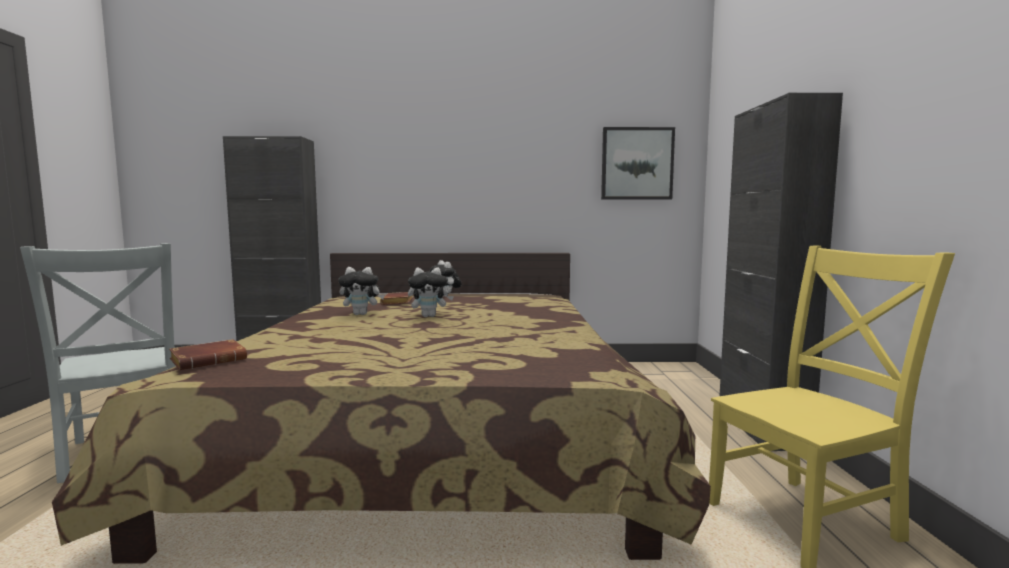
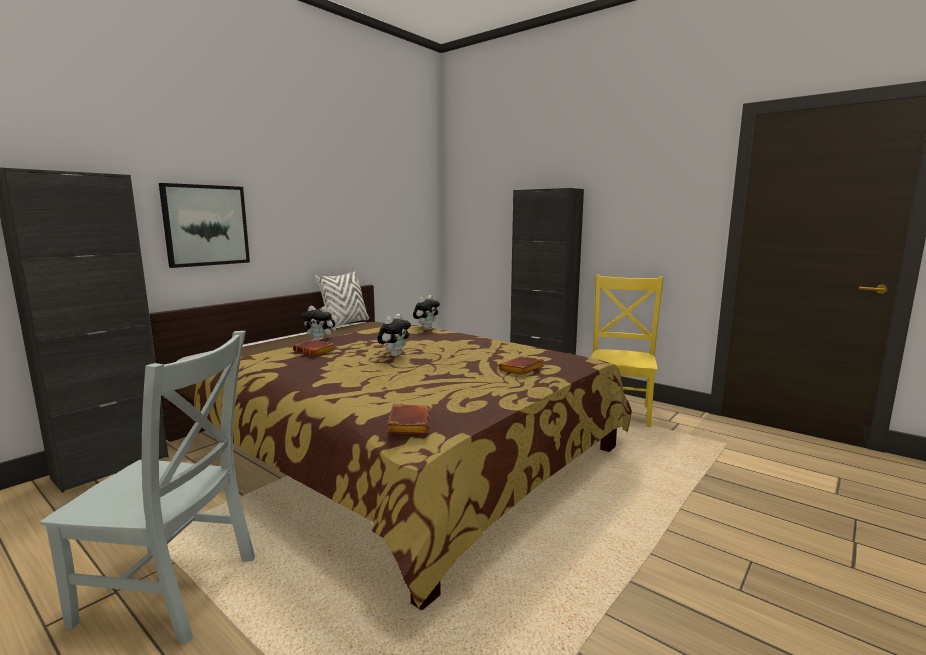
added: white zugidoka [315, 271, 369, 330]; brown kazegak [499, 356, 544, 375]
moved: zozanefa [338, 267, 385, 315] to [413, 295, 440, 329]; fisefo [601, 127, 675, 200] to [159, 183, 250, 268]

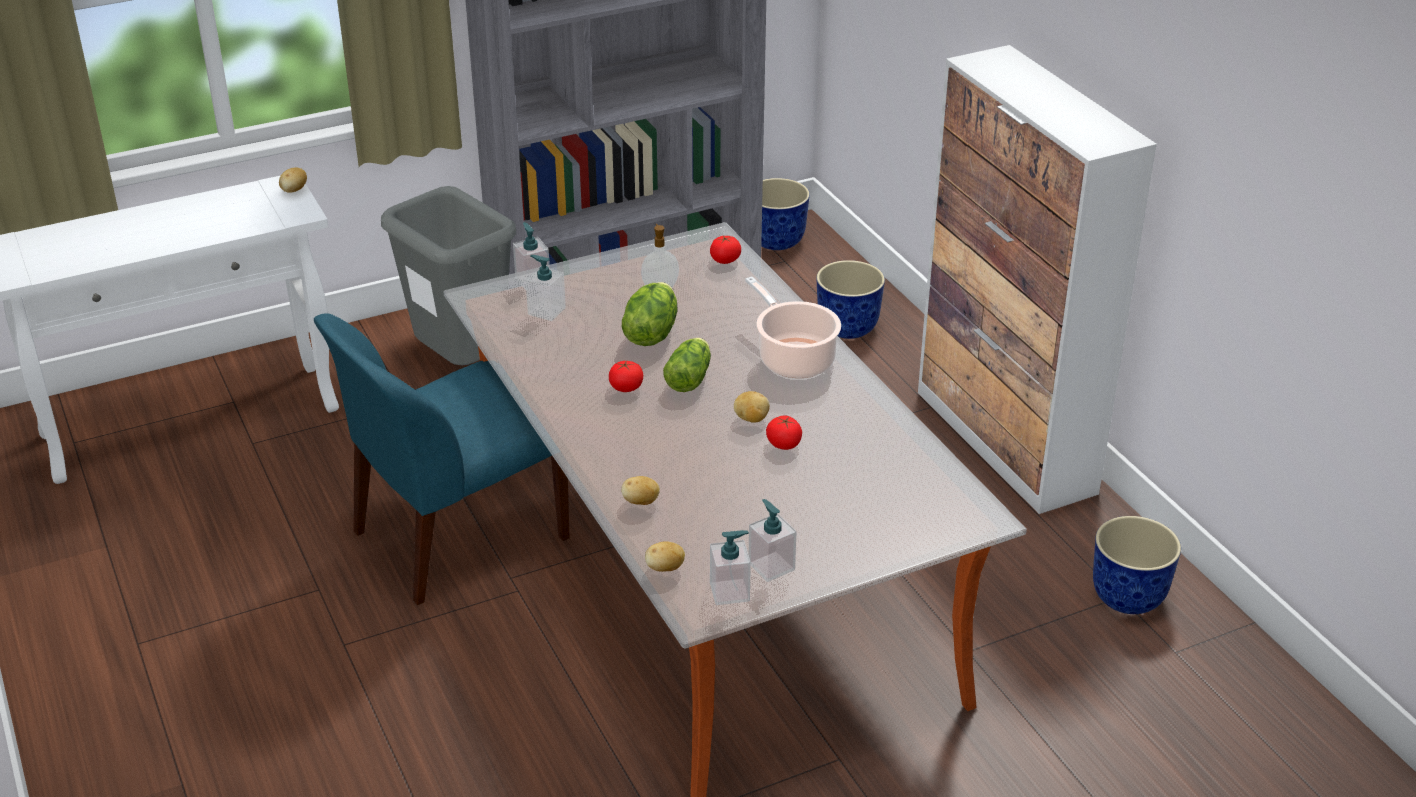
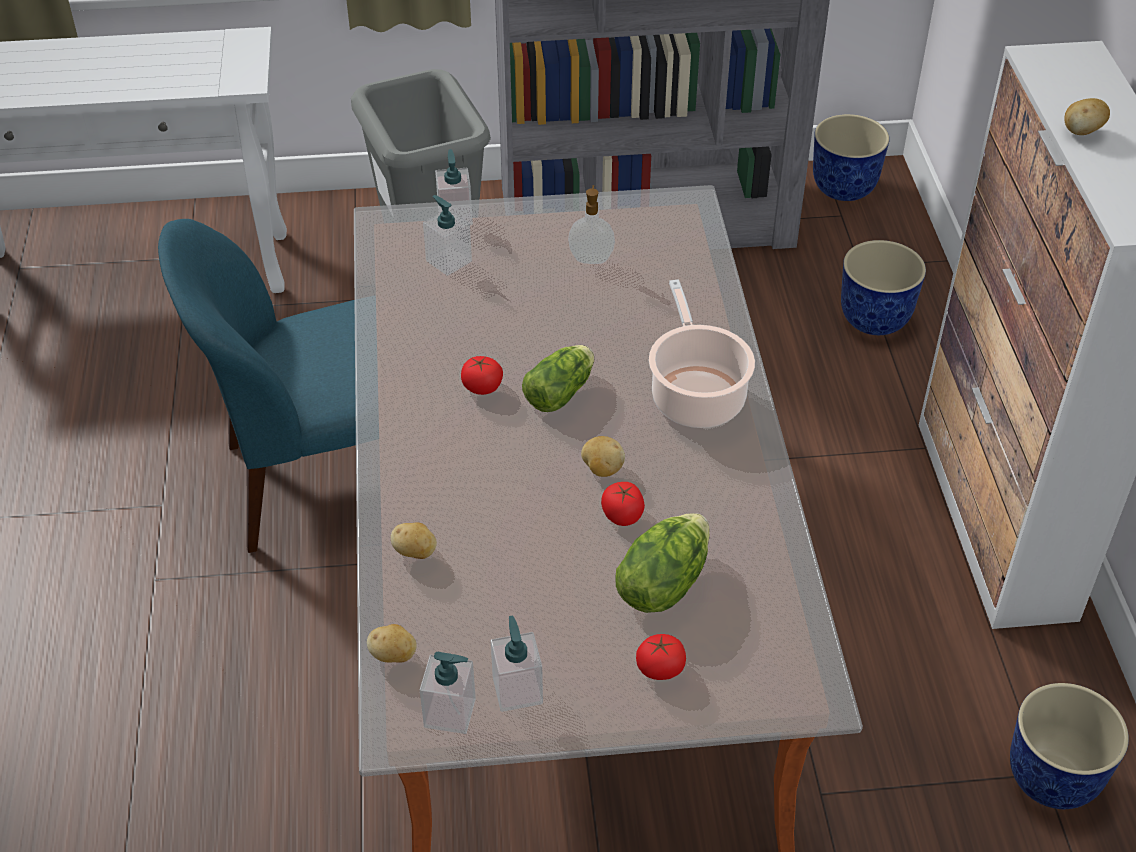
moved: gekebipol [279, 167, 307, 193] to [1064, 98, 1110, 135]; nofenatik [622, 282, 677, 346] to [616, 513, 710, 613]; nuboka [710, 236, 741, 264] to [636, 634, 686, 680]

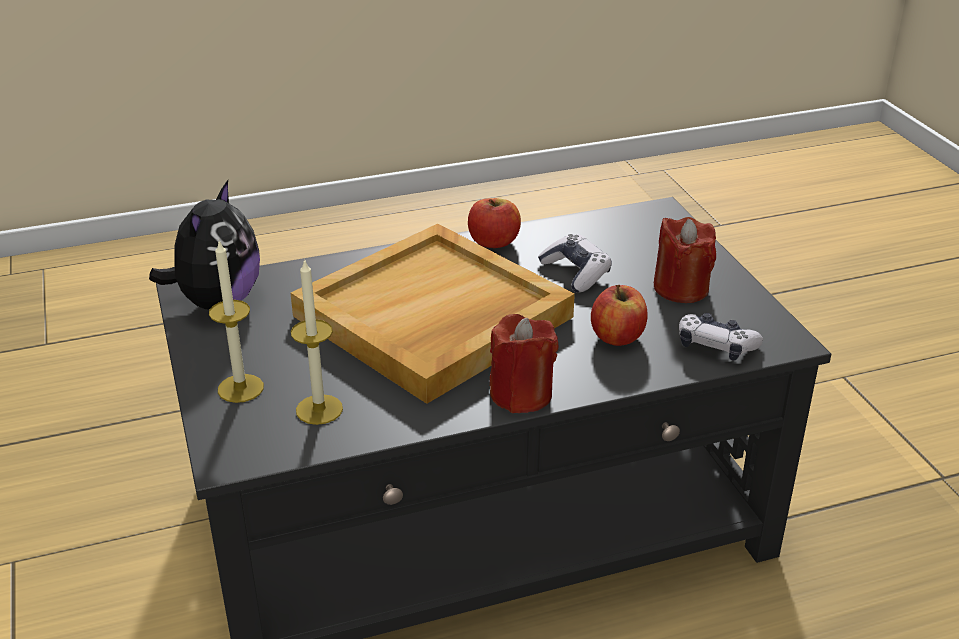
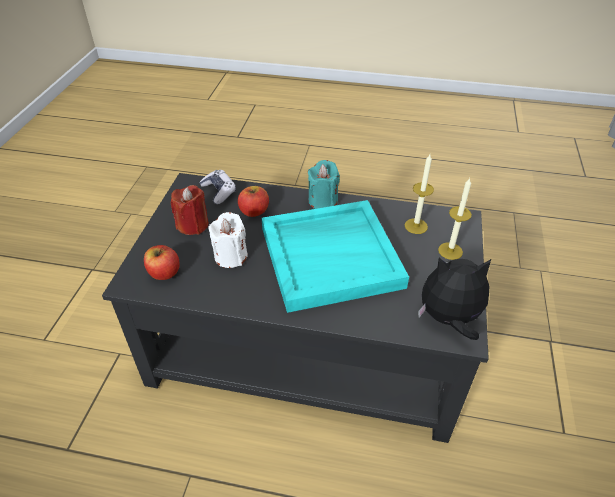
moved: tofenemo [468, 198, 521, 248] to [144, 245, 179, 280]
replaced: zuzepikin [538, 234, 612, 293] to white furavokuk [208, 212, 248, 268]
recoloured: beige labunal [290, 224, 575, 404] to turquoise labunal [262, 200, 409, 313]; red furavokuk [490, 314, 558, 413] to turquoise furavokuk [308, 160, 340, 209]
turned: zozanefa [149, 180, 260, 309] = [418, 258, 491, 340] 45 degrees clockwise

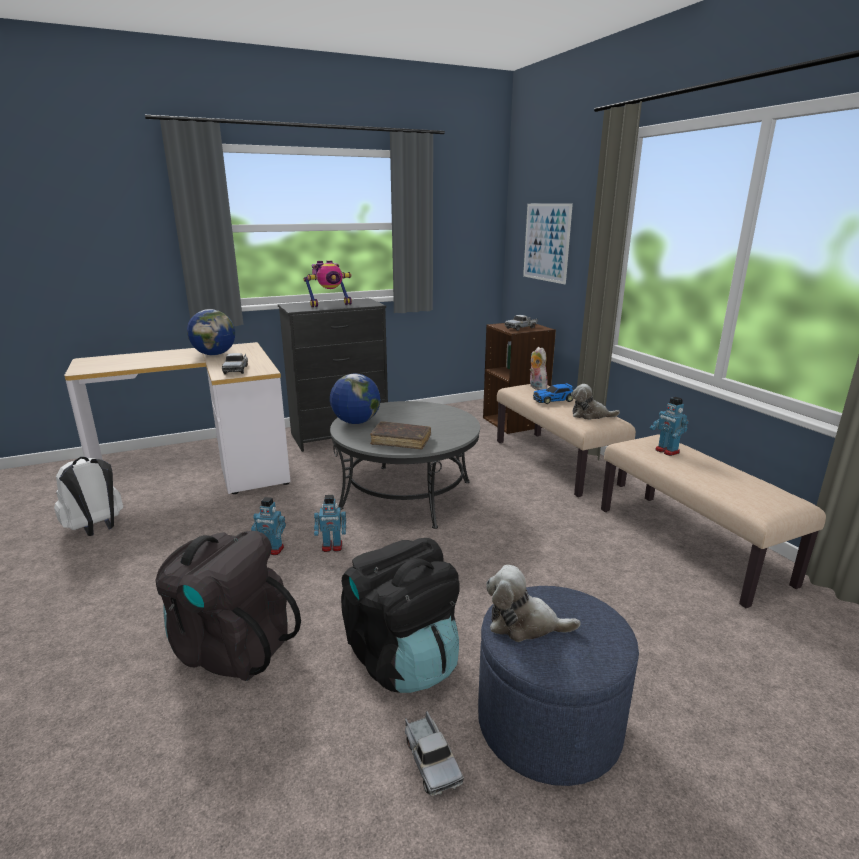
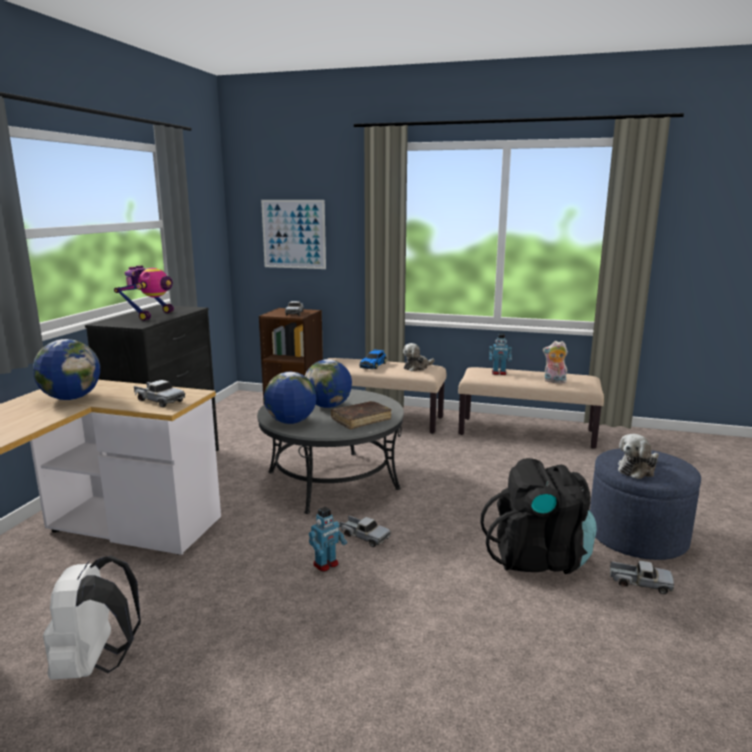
removed: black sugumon [156, 531, 301, 681]
added: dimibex [305, 359, 352, 408]
moved: zozanefa [530, 347, 548, 390] to [543, 341, 568, 384]
replaced: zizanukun [314, 495, 346, 552] to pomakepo [340, 515, 391, 547]

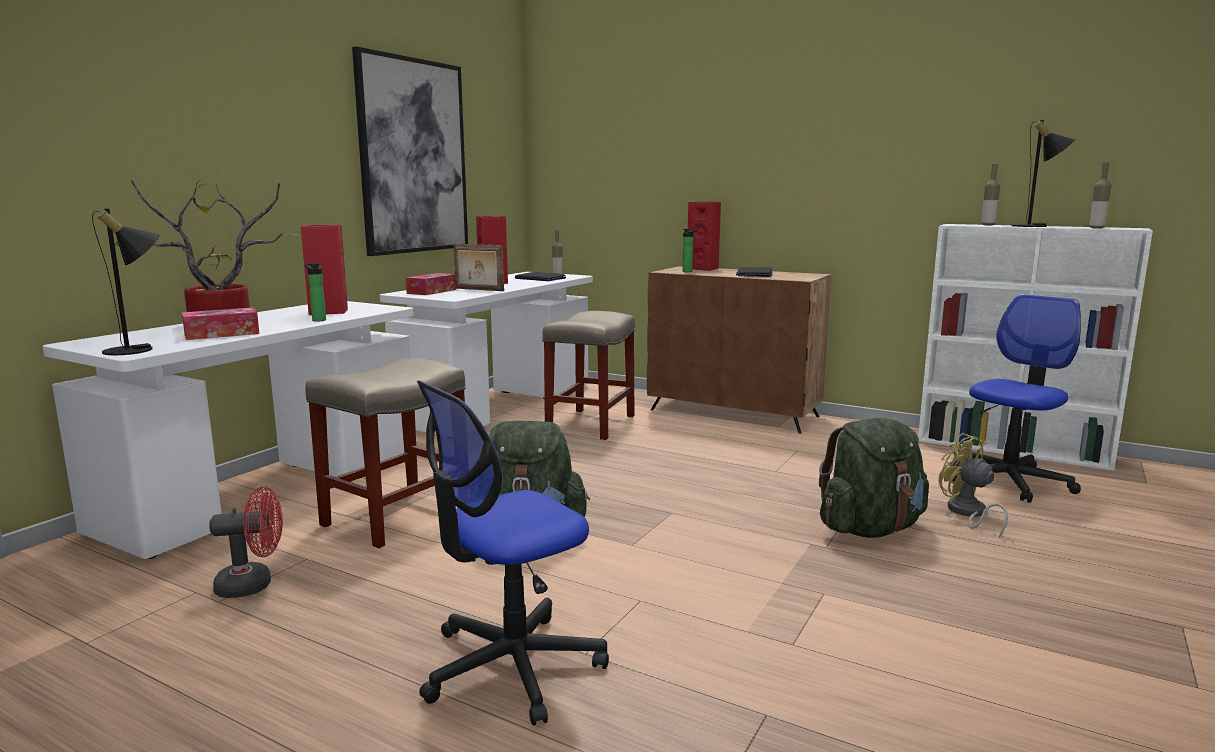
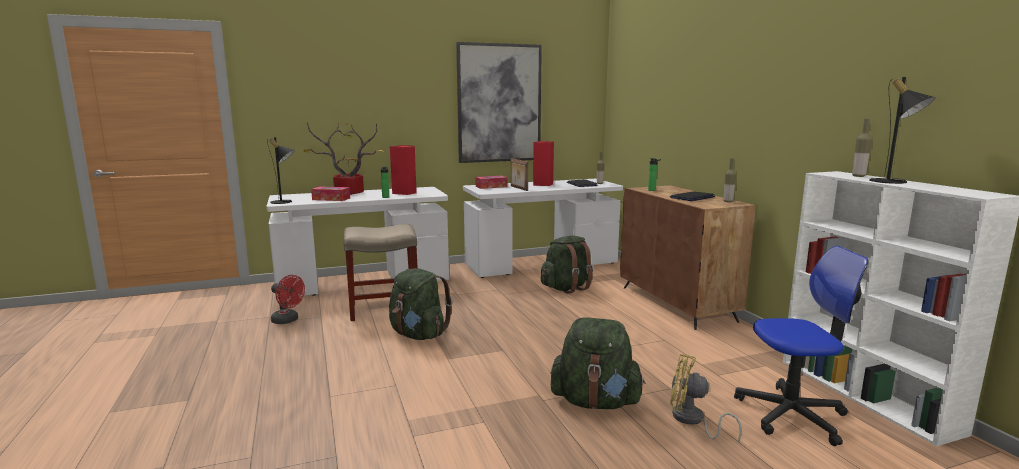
removed: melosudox [417, 381, 609, 726]; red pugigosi [688, 202, 721, 271]
moved: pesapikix [1089, 162, 1111, 229] to [723, 158, 736, 202]
replaced: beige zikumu [543, 311, 636, 440] to green sugumon [541, 236, 593, 294]
turned: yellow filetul [939, 433, 1008, 538] = [670, 354, 742, 442] 75 degrees counterclockwise

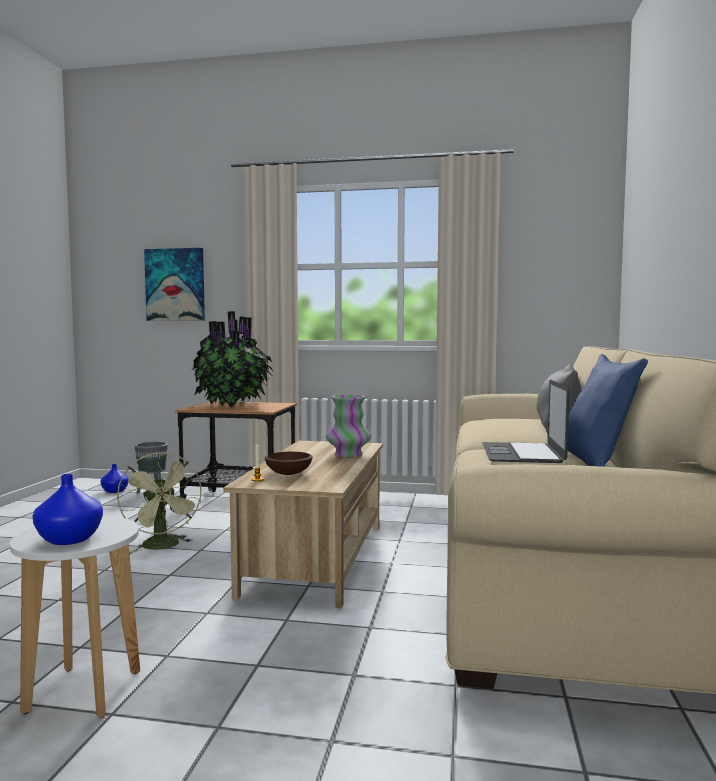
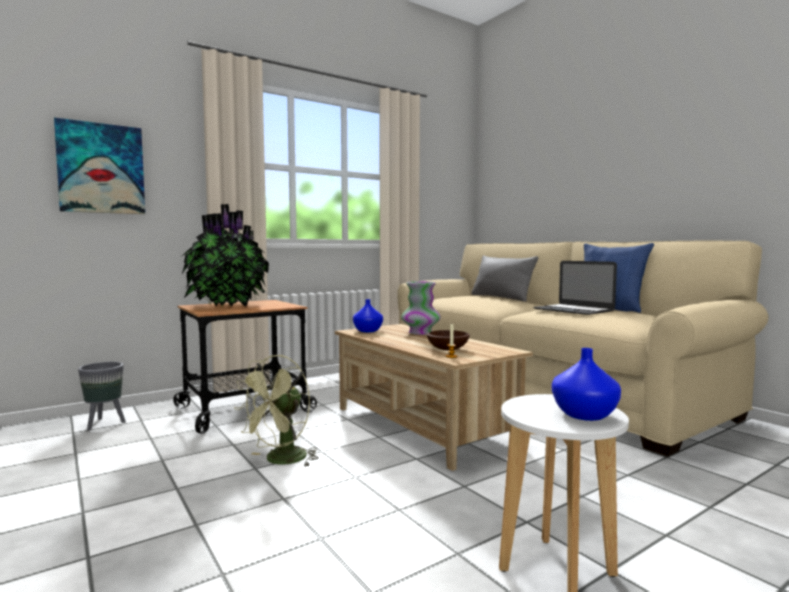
moved: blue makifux [101, 464, 129, 493] to [353, 299, 383, 332]
turned: green filetul [117, 452, 202, 553] = [234, 355, 319, 467] 105 degrees clockwise

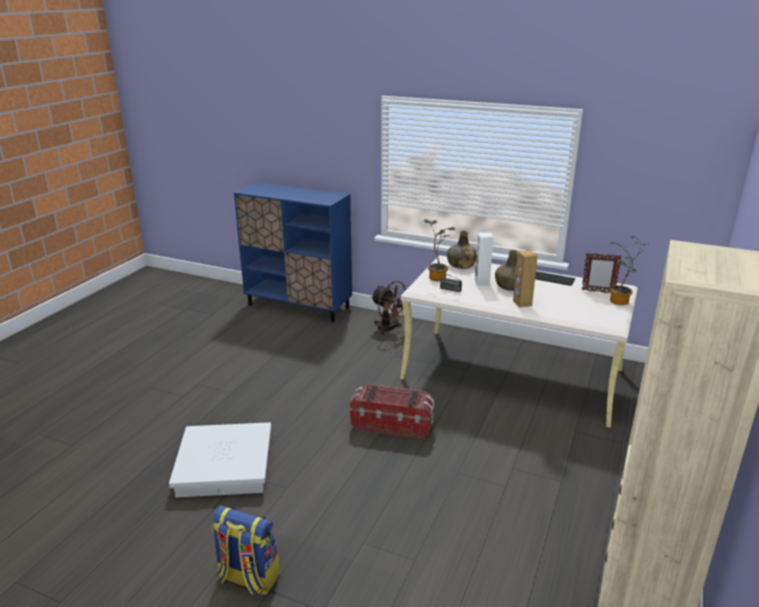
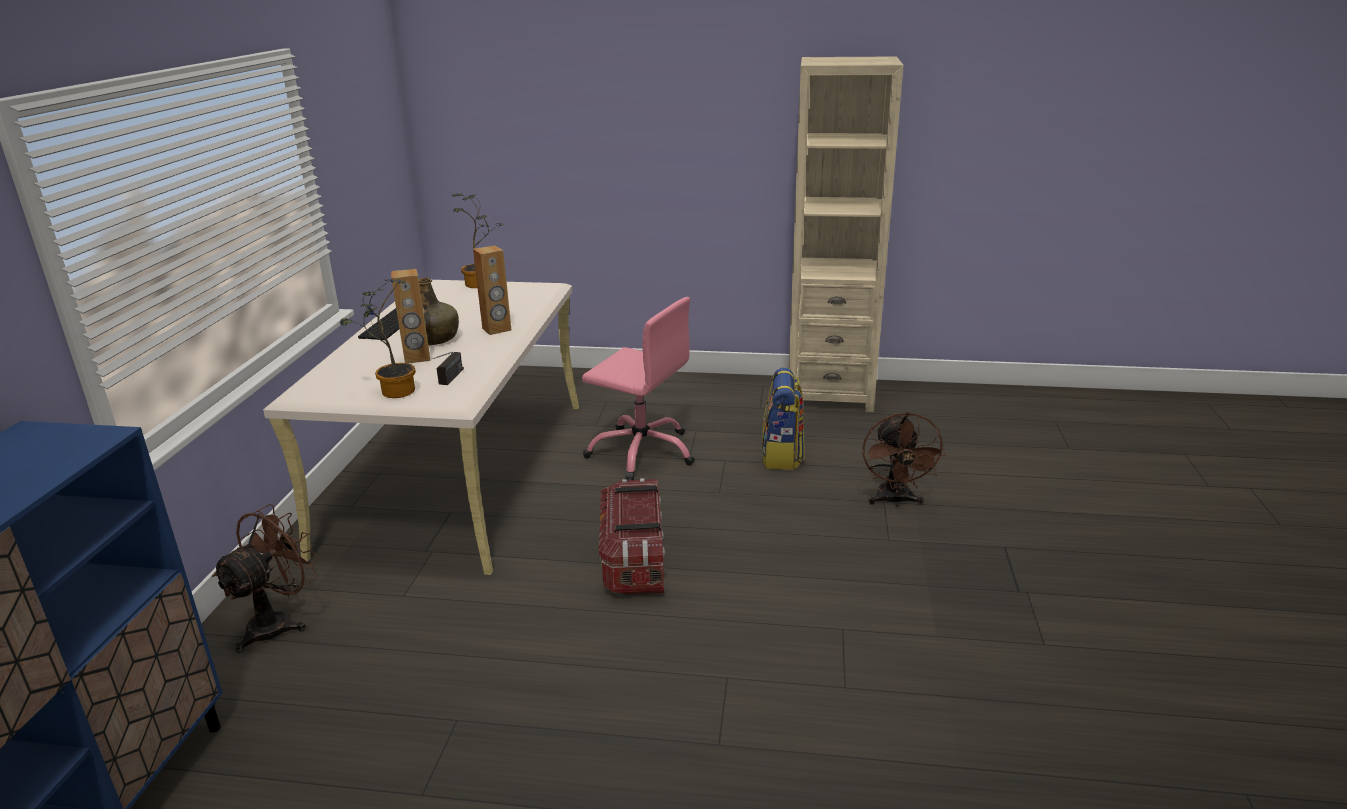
removed: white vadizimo [169, 422, 271, 497]; green pesapikix [447, 231, 477, 269]; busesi [582, 252, 622, 293]
added: pink melosudox [582, 297, 695, 480]; brown filetul [862, 412, 946, 506]
moved: sugumon [212, 506, 280, 595] to [762, 368, 805, 470]
recoloured: white pugigosi [475, 232, 493, 285] to brown pugigosi [391, 269, 430, 364]

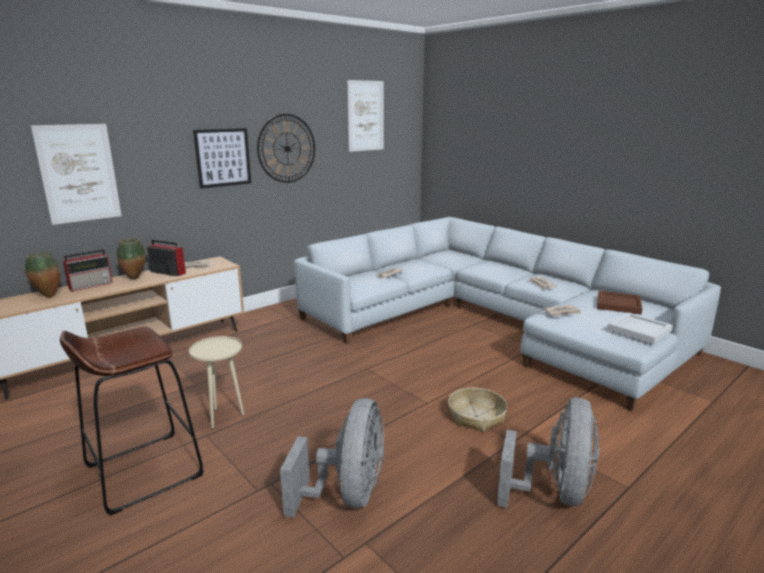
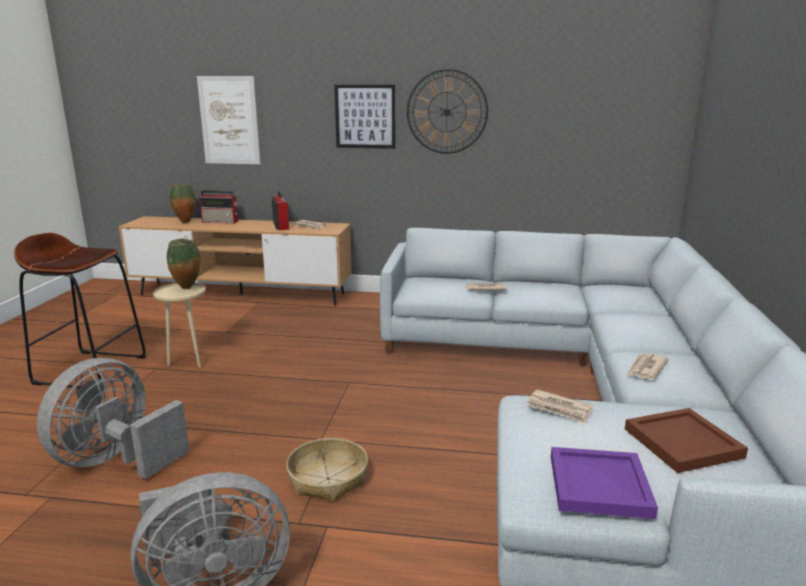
removed: fisefo [347, 80, 384, 152]
moved: makifux [117, 238, 146, 279] to [167, 239, 201, 289]
recoloured: white labunal [608, 313, 673, 344] to purple labunal [551, 447, 658, 519]
turned: grey filetul [280, 398, 384, 517] = [37, 358, 189, 479] 150 degrees clockwise

